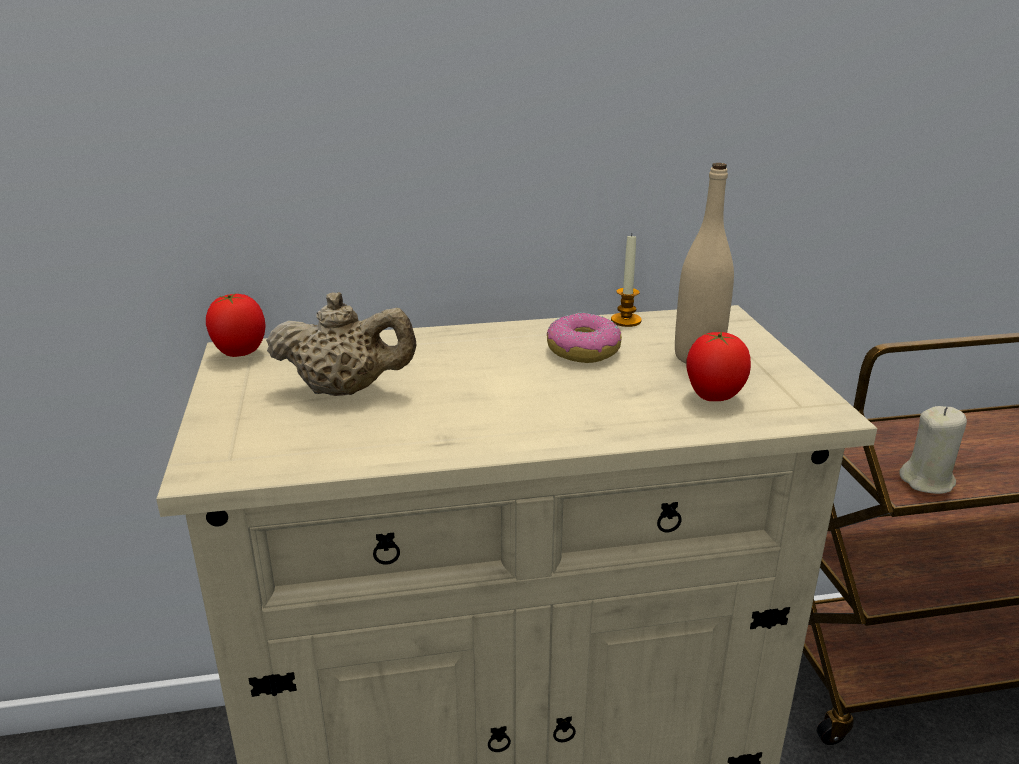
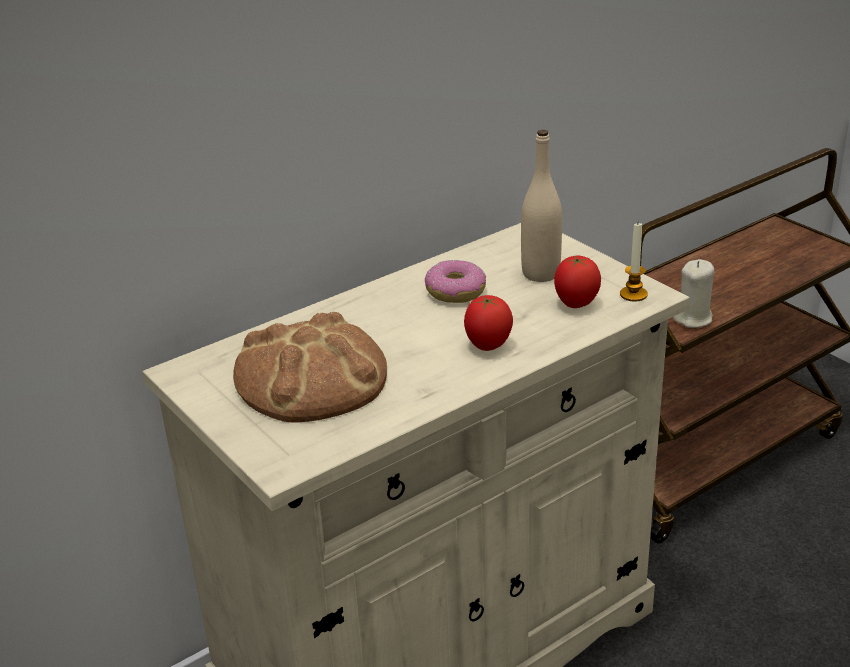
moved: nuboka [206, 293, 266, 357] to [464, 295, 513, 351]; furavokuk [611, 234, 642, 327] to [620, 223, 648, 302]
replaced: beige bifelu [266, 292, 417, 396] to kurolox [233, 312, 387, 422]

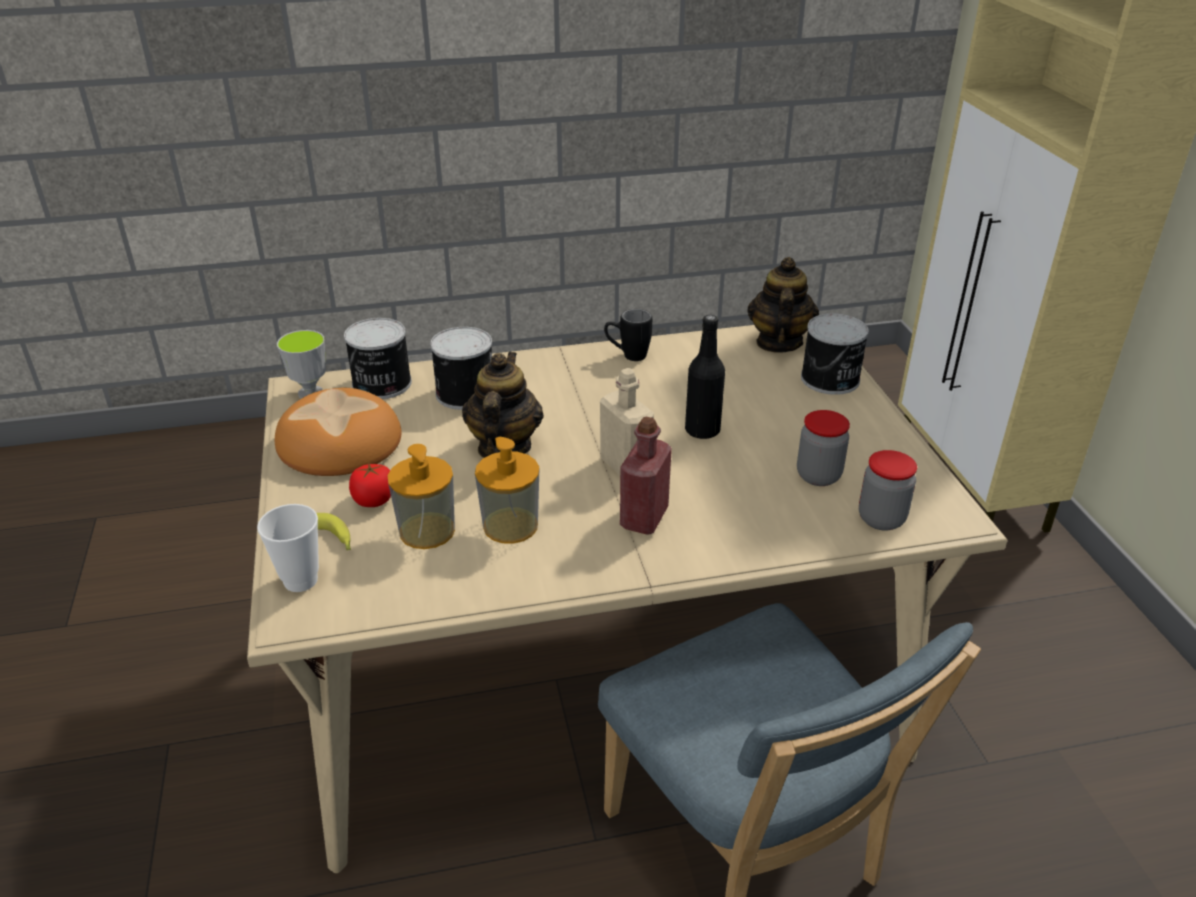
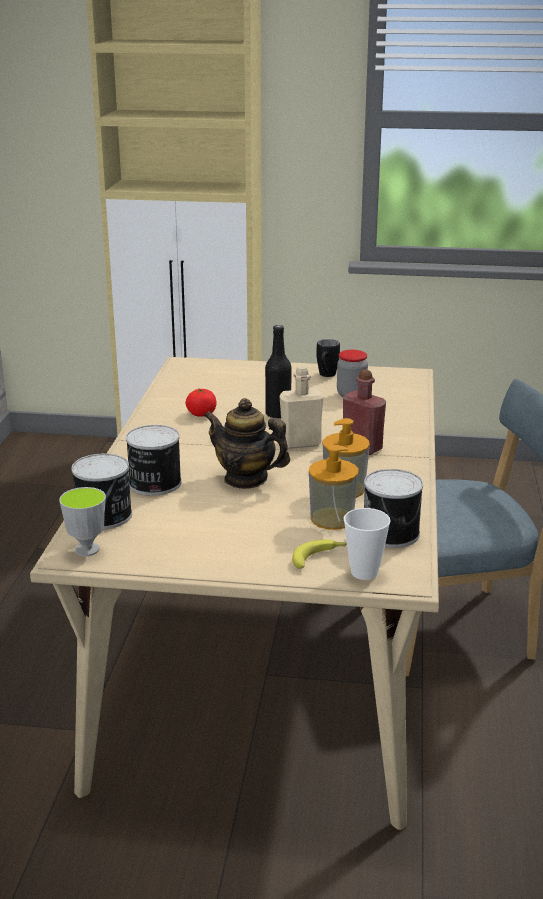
removed: kurolox [275, 388, 402, 476]; bifelu [748, 257, 819, 353]; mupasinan [859, 450, 917, 531]
moved: nuboka [349, 463, 391, 507] to [185, 389, 216, 417]; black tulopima [604, 309, 652, 361] to [317, 339, 340, 377]; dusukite [801, 313, 869, 395] to [364, 469, 423, 548]

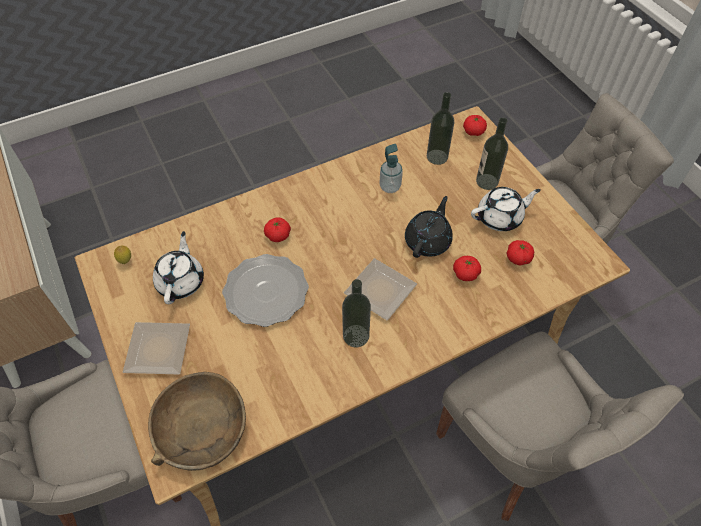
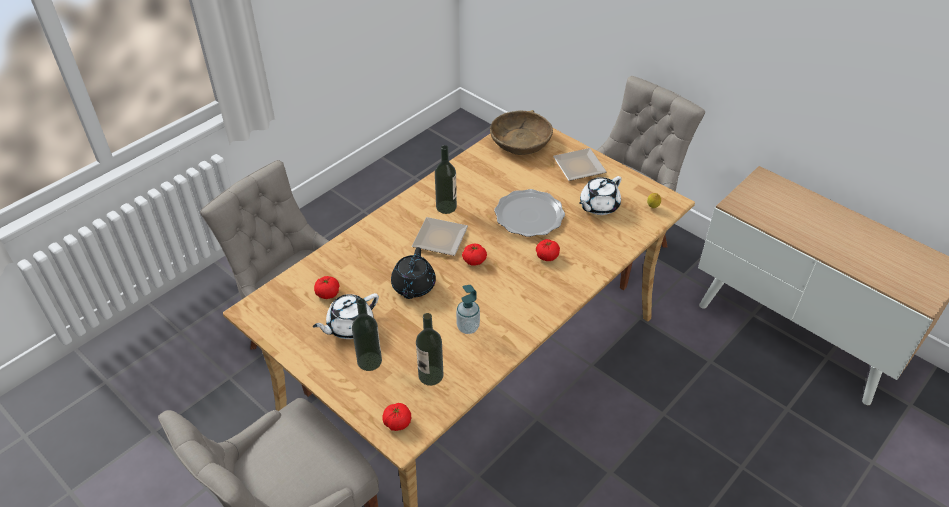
moved: nuboka [453, 256, 481, 281] to [462, 244, 487, 266]
turned: white bifelu [153, 231, 204, 304] = [579, 176, 622, 215] 60 degrees clockwise

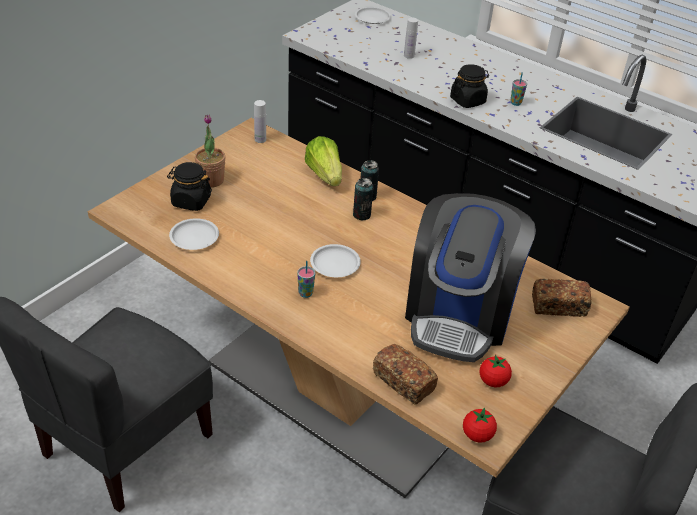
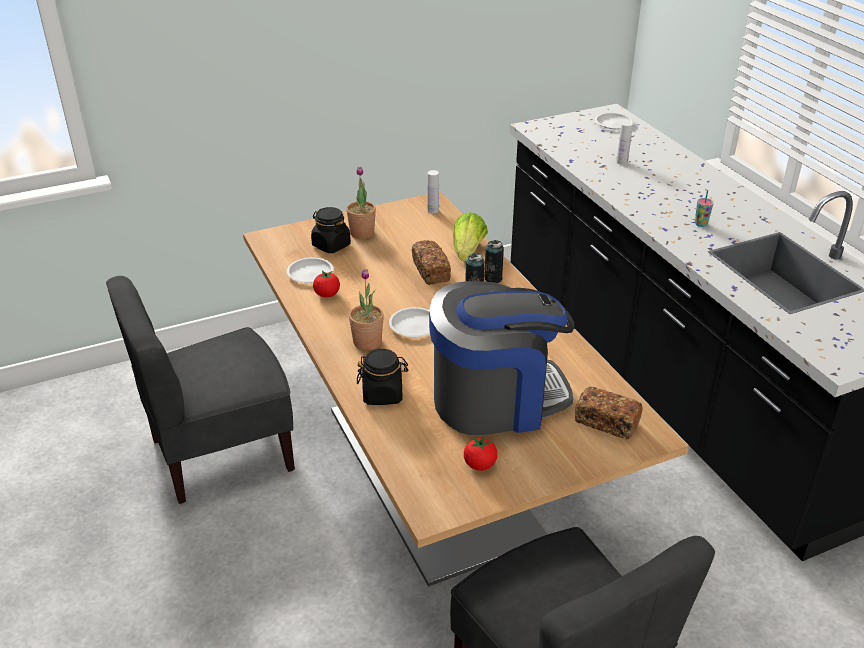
moved: kurolox [373, 344, 438, 405] to [412, 240, 451, 285]; black mupasinan [450, 64, 489, 108] to [357, 349, 408, 405]; nuboka [463, 407, 497, 443] to [313, 270, 340, 298]
replaced: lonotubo [297, 261, 316, 298] to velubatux [349, 269, 384, 350]
turned: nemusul [405, 193, 536, 362] = [429, 281, 575, 435] 150 degrees counterclockwise

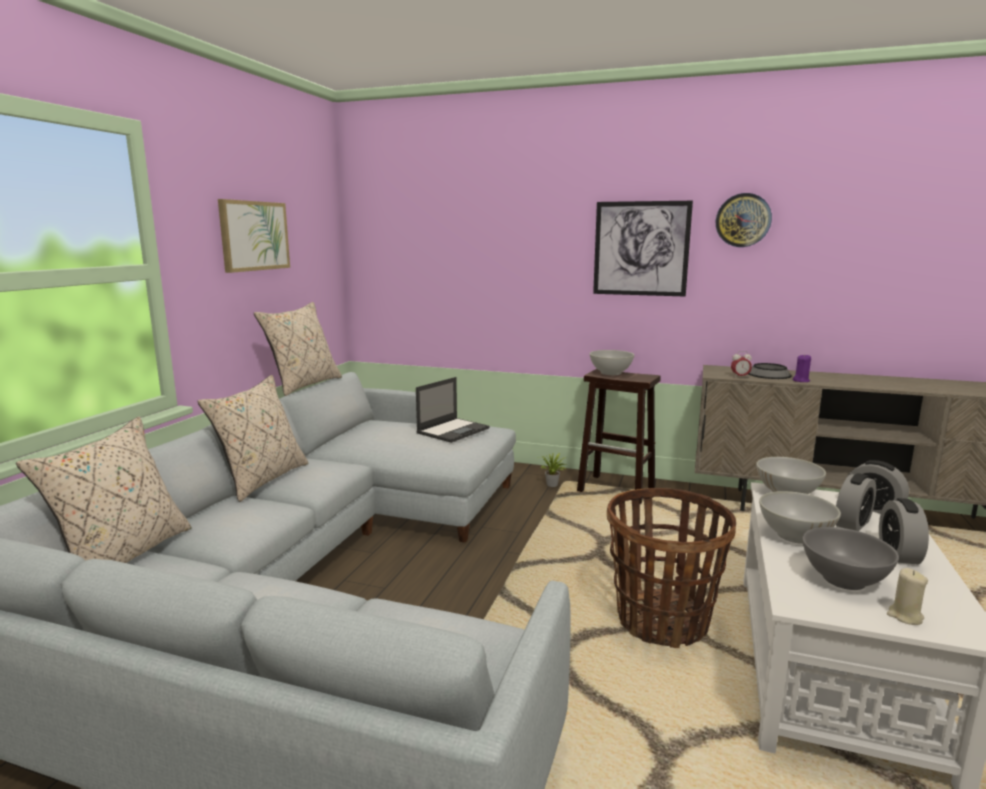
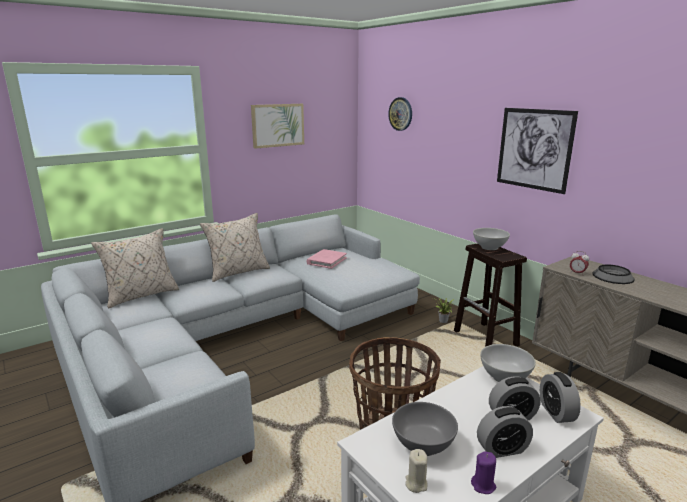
removed: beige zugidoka [254, 302, 342, 396]; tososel [416, 377, 490, 443]; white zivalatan [759, 491, 841, 544]
added: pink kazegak [306, 249, 347, 269]
moved: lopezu [716, 193, 772, 247] to [388, 97, 412, 131]; purple furavokuk [792, 354, 811, 382] to [471, 451, 496, 494]
turned: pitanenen [879, 498, 929, 565] = [477, 406, 533, 458] 150 degrees counterclockwise

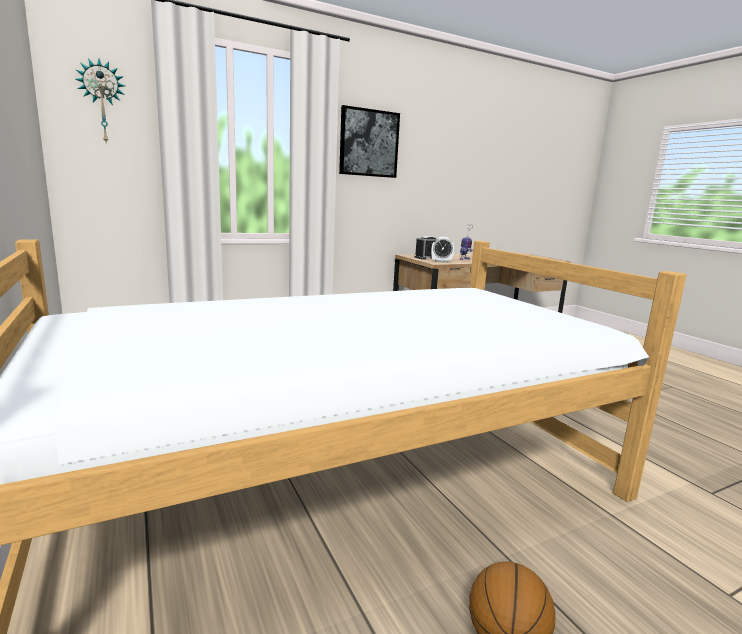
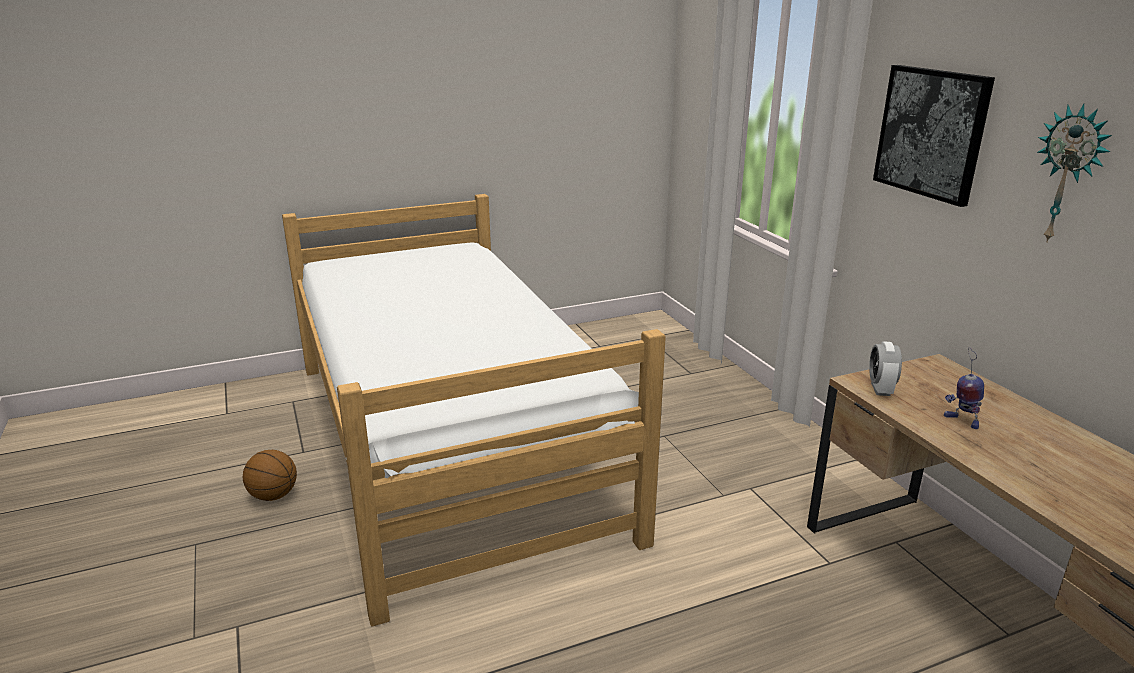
removed: pitanenen [414, 236, 437, 259]
moved: lopezu [75, 58, 125, 142] to [1037, 104, 1112, 243]

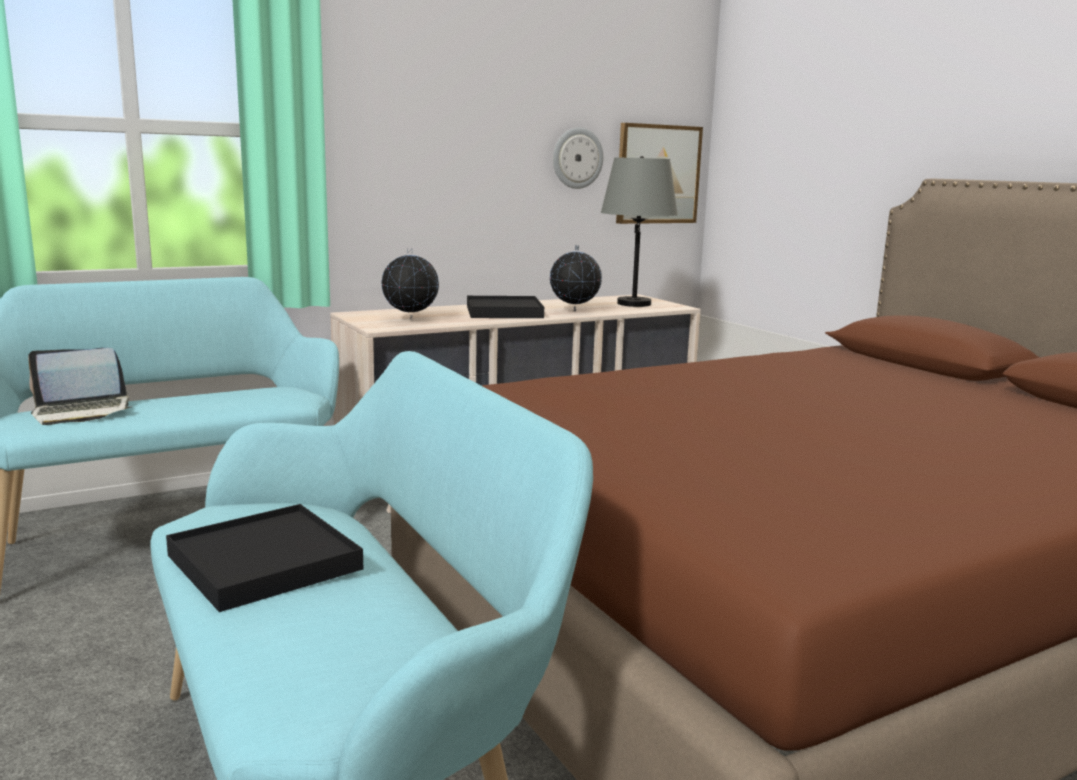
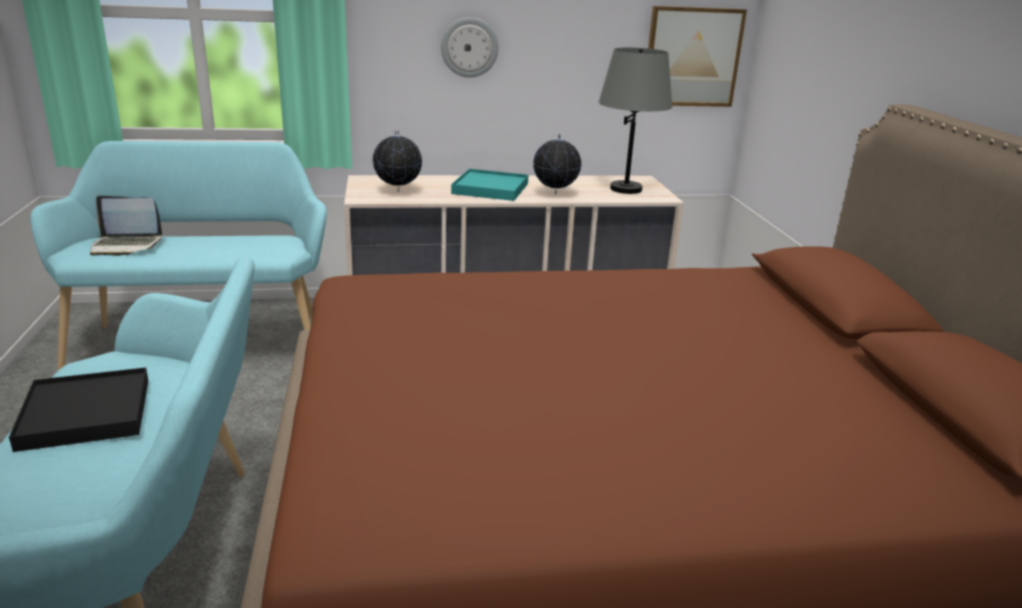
moved: lopezu [553, 128, 603, 189] to [441, 17, 499, 78]
recoloured: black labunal [467, 296, 544, 318] to turquoise labunal [451, 169, 528, 201]

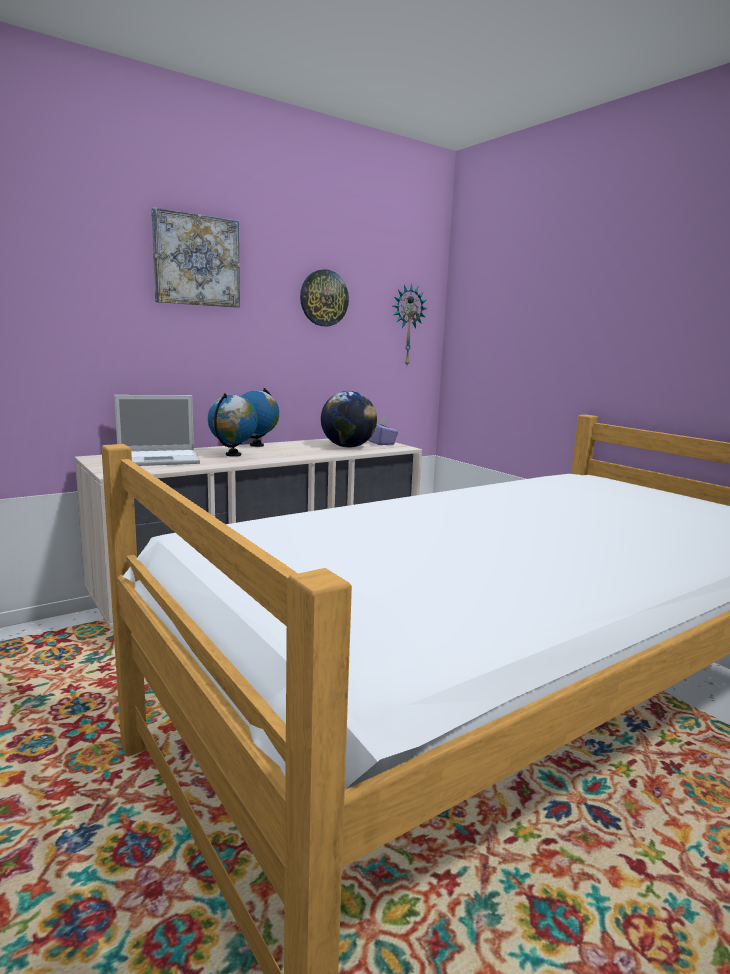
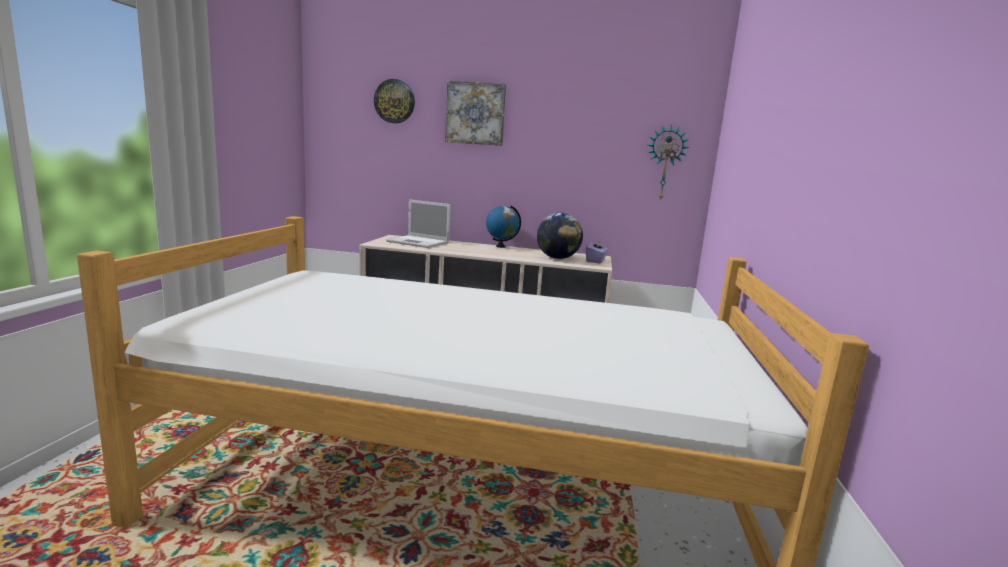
removed: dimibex [208, 393, 258, 457]
moved: lopezu [300, 269, 349, 326] to [374, 79, 415, 123]

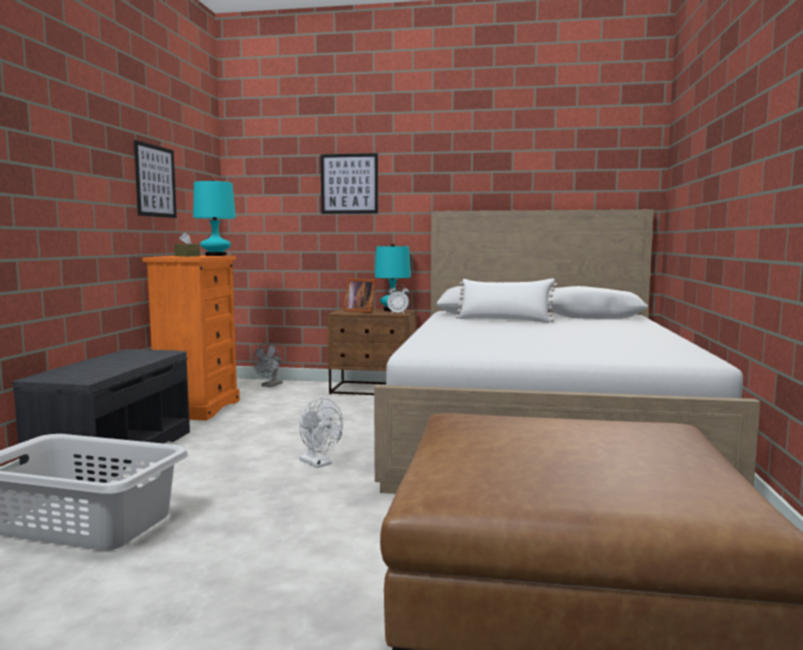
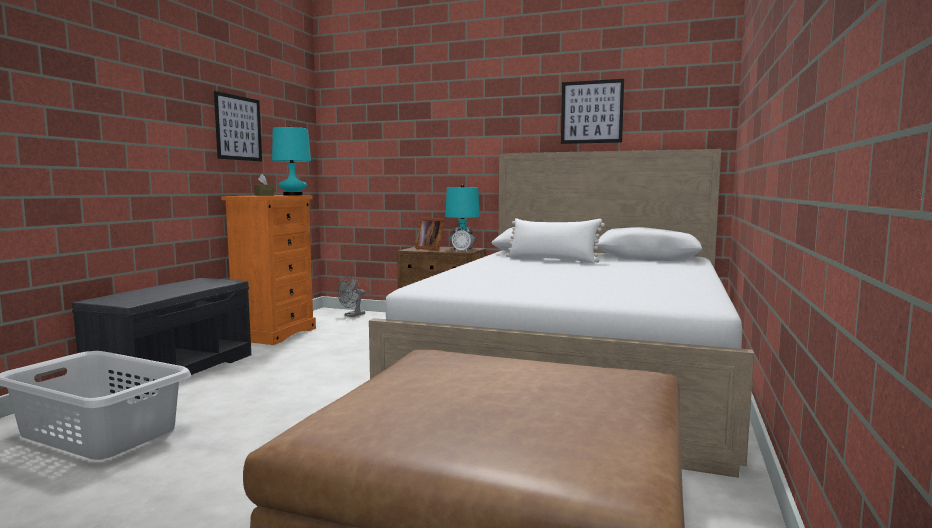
removed: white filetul [299, 398, 343, 468]
moved: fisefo [320, 153, 378, 214] to [561, 79, 624, 144]

